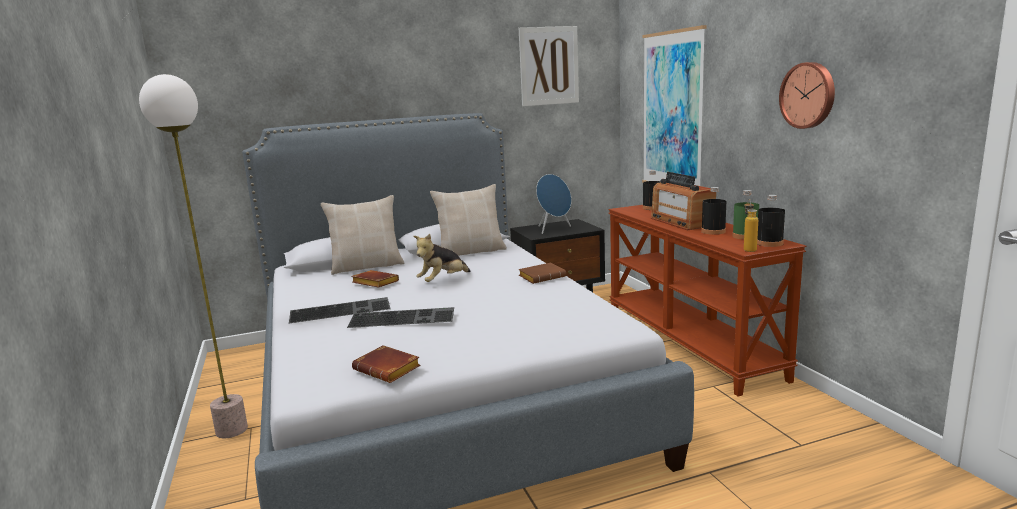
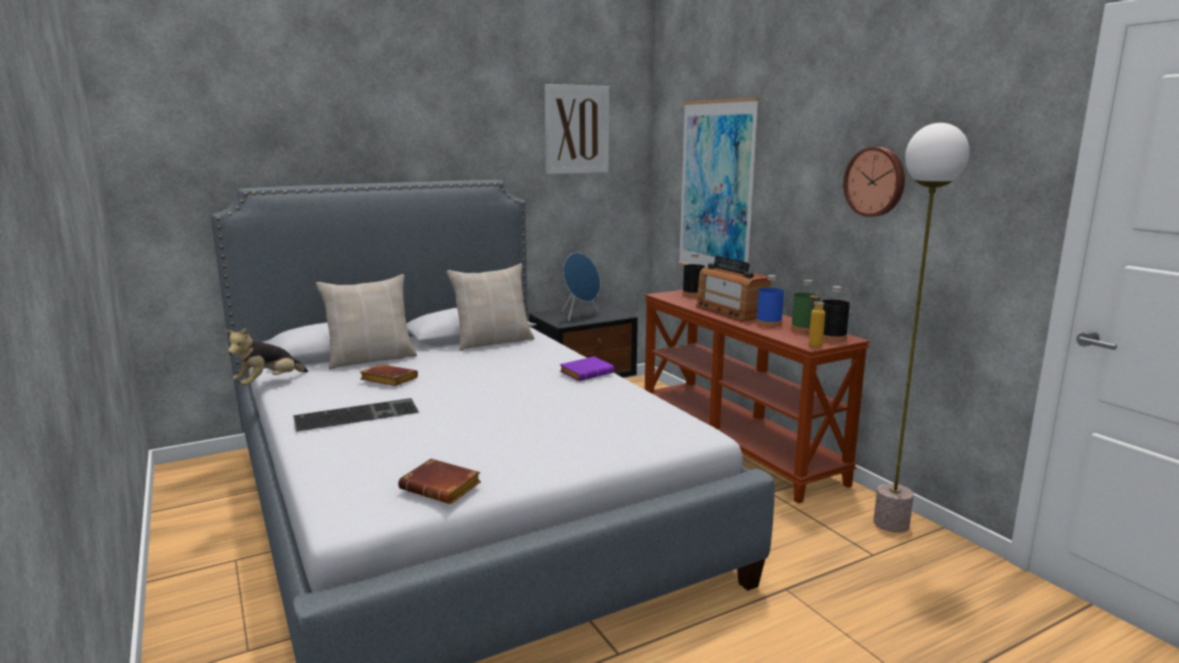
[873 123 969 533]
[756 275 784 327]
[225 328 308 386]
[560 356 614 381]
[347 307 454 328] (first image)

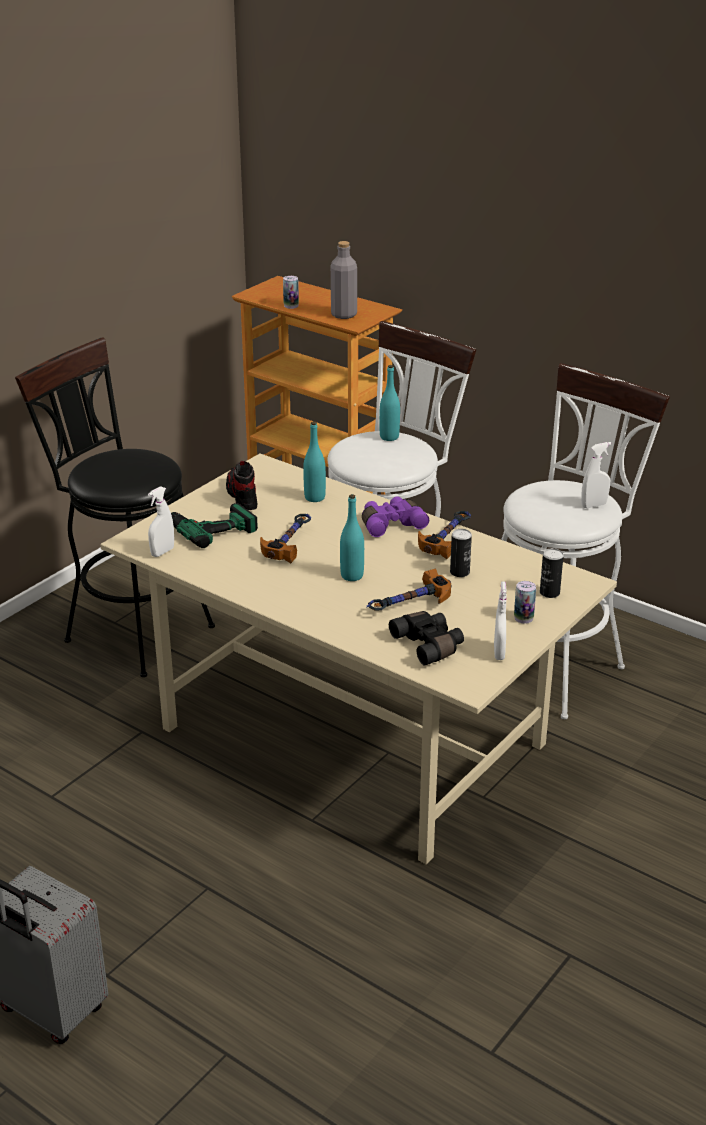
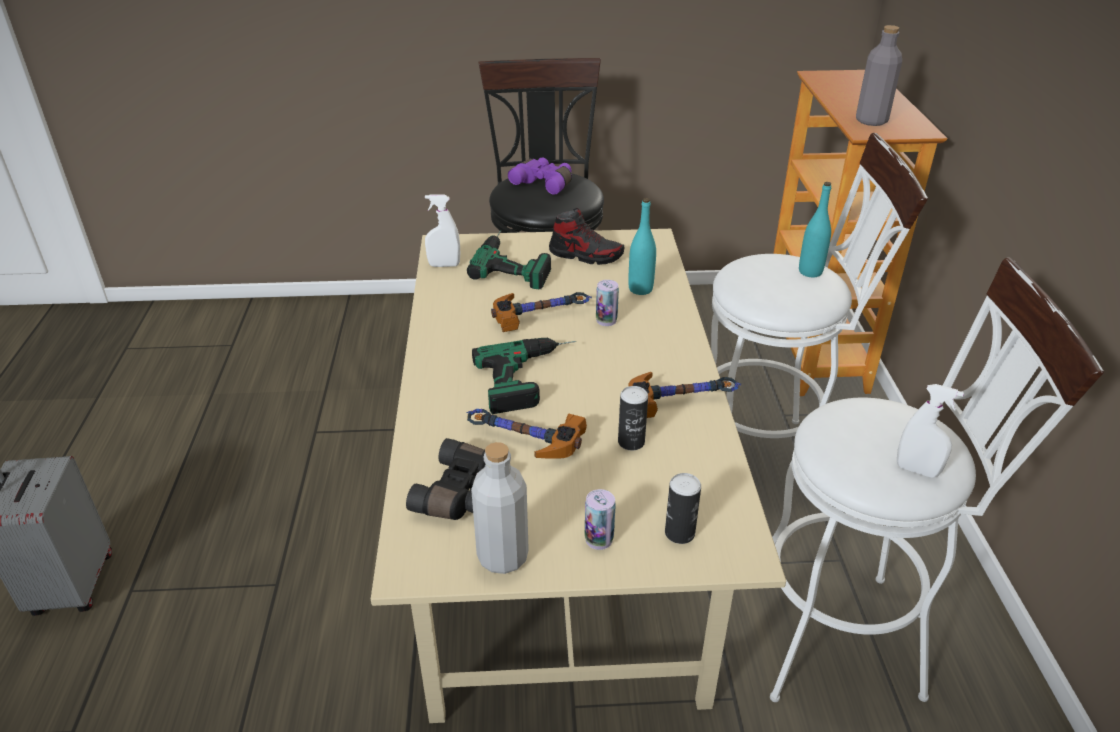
[596 280 619 326]
[549 208 625 265]
[472 338 576 414]
[508 158 572 195]
[471 442 529 574]

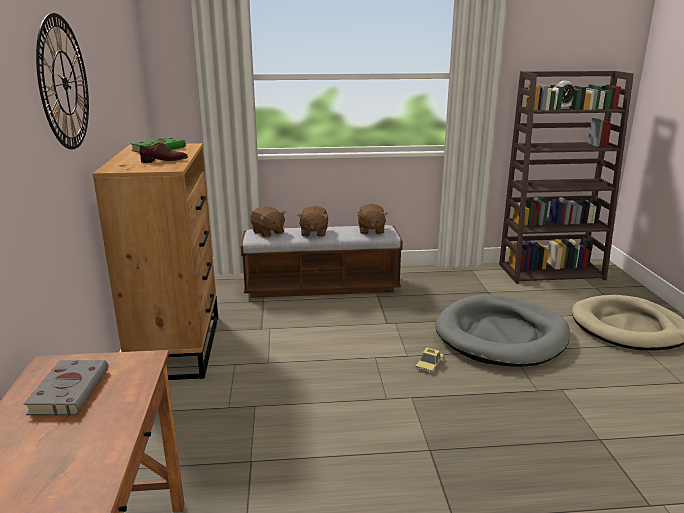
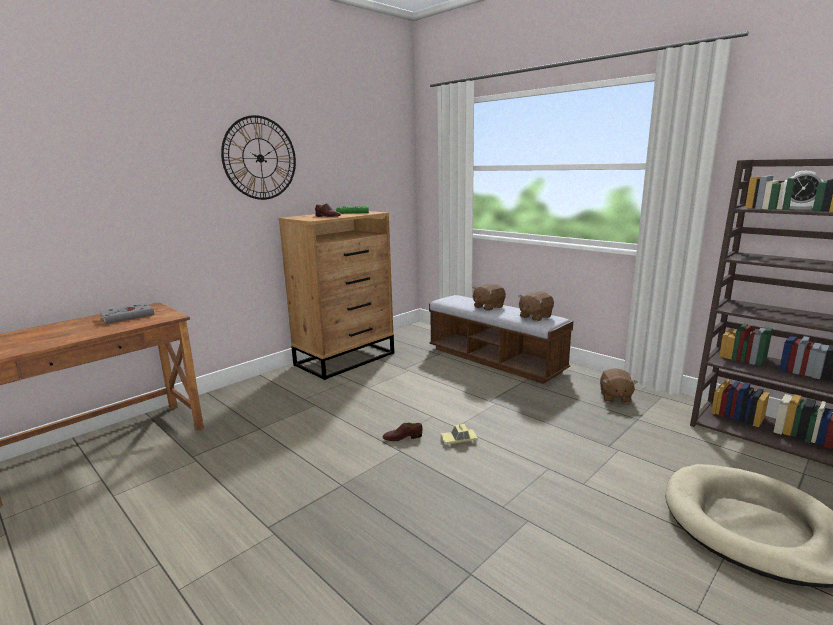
[600 368 637 404]
[435 294 570 367] (first image)
[383 422 423 441]

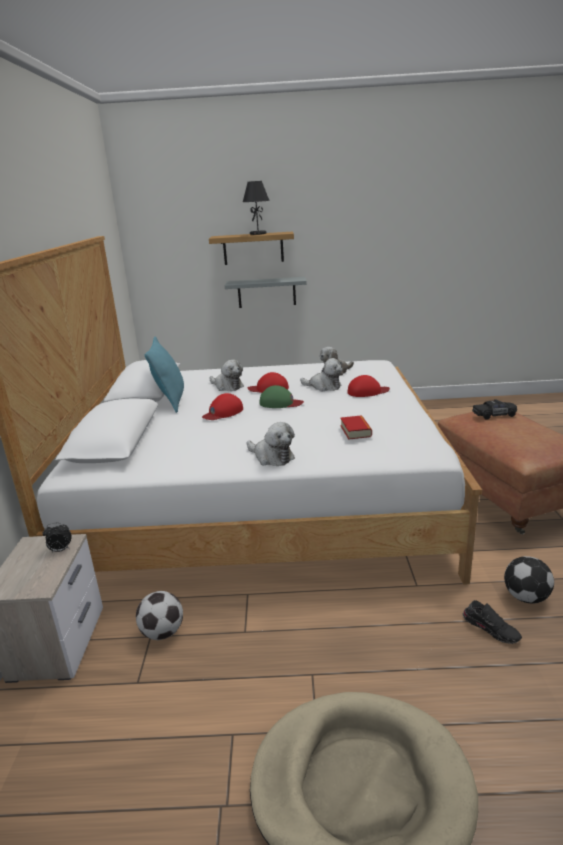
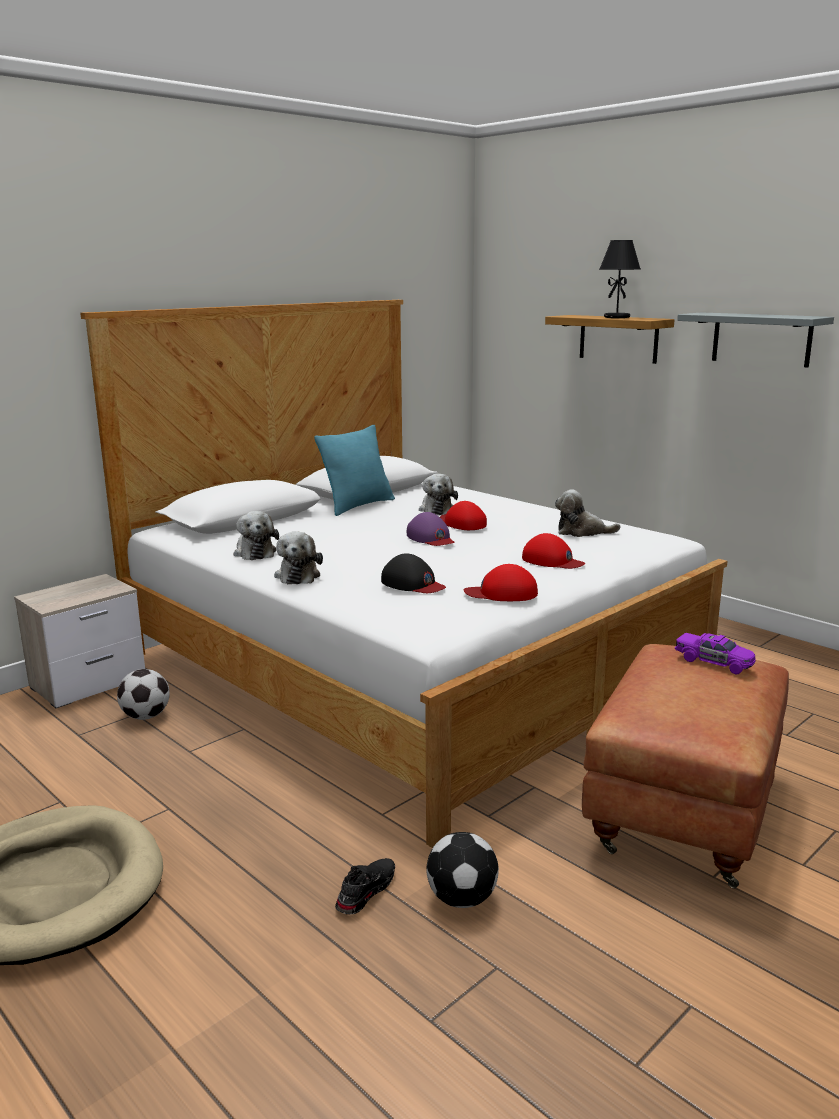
[677 312 834 368]
[234 511 279 560]
[407 512 454 546]
[464 564 538 601]
[675 633 756 674]
[381 553 446 593]
[42 523 72 552] (first image)
[335 858 395 914]

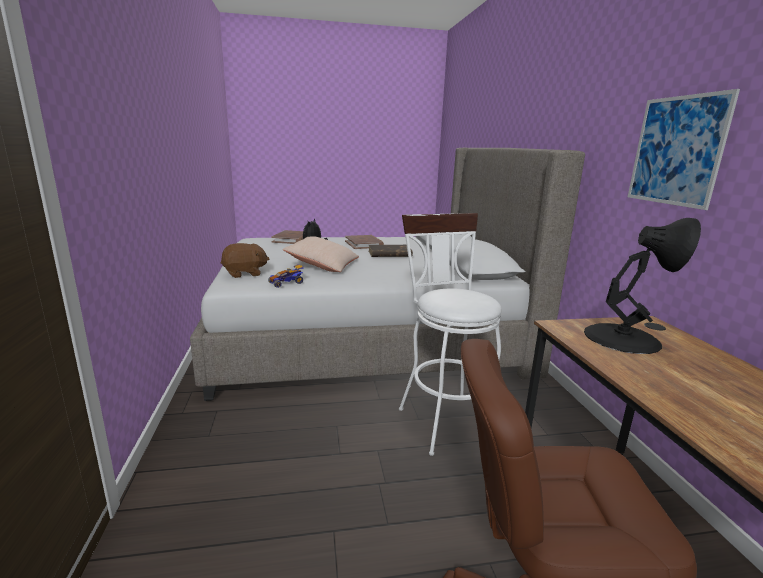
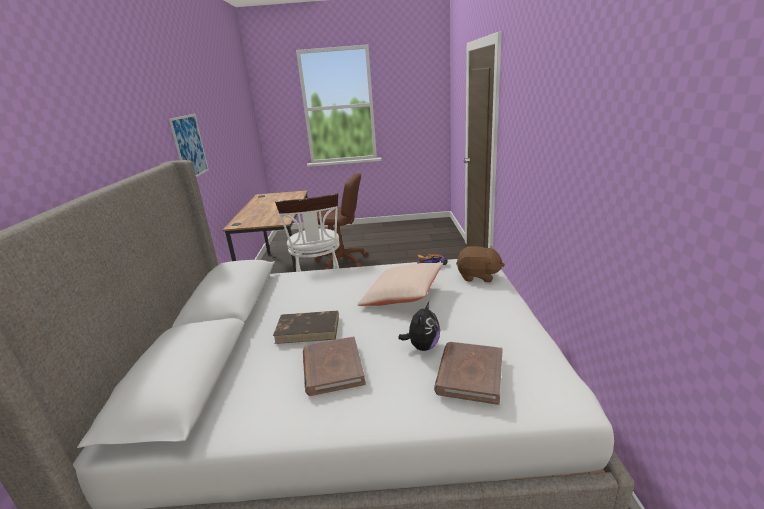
[584 218 701 354] (first image)
[456 246 505 282]

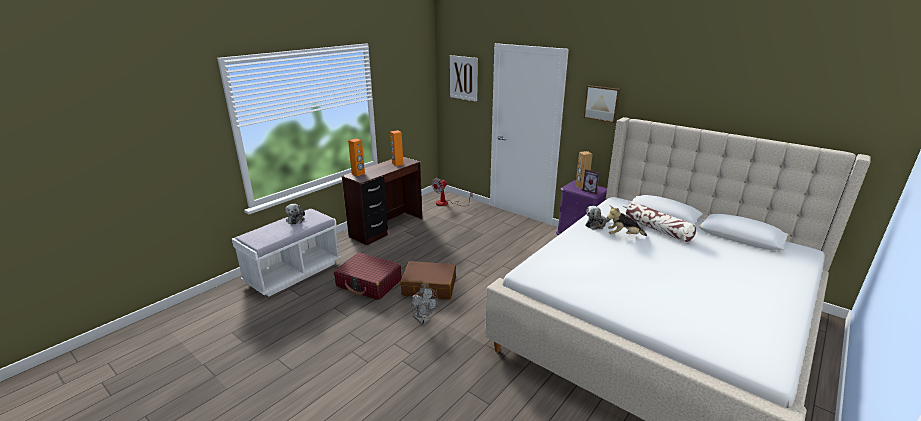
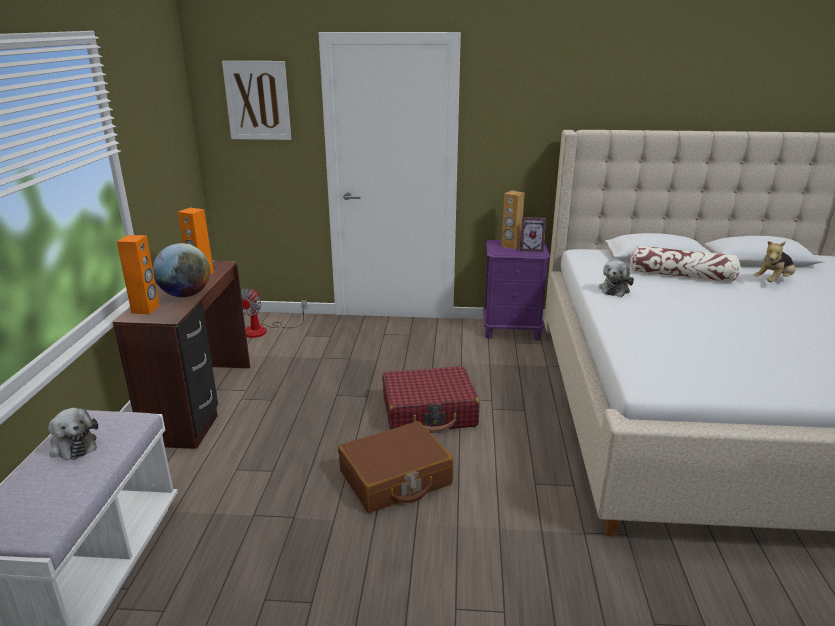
[584 85 620 123] (first image)
[754 241 795 282]
[382 366 480 433]
[411 288 438 325] (first image)
[153 243 210 297]

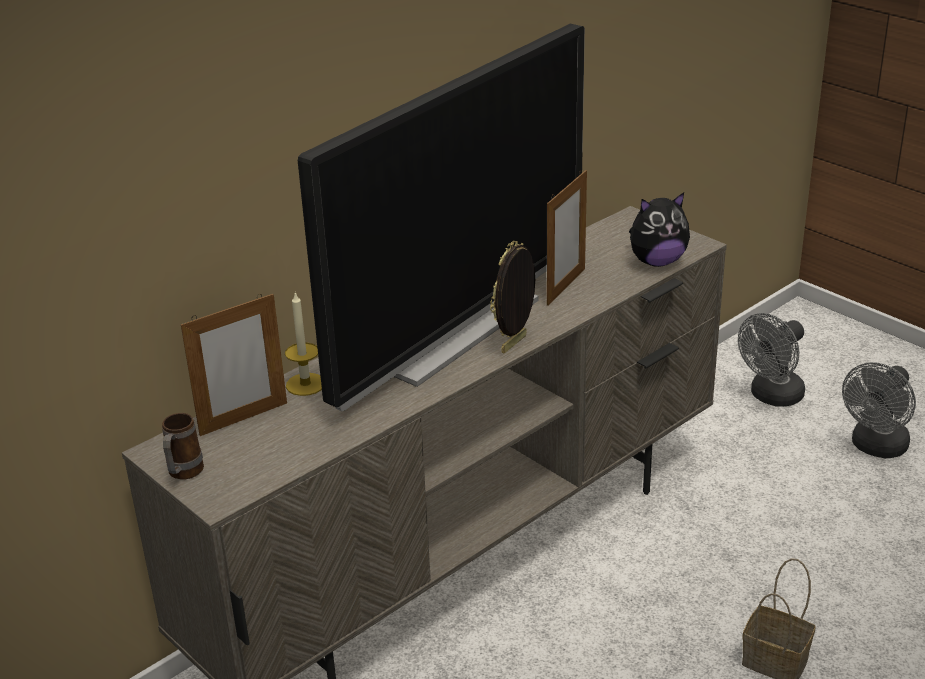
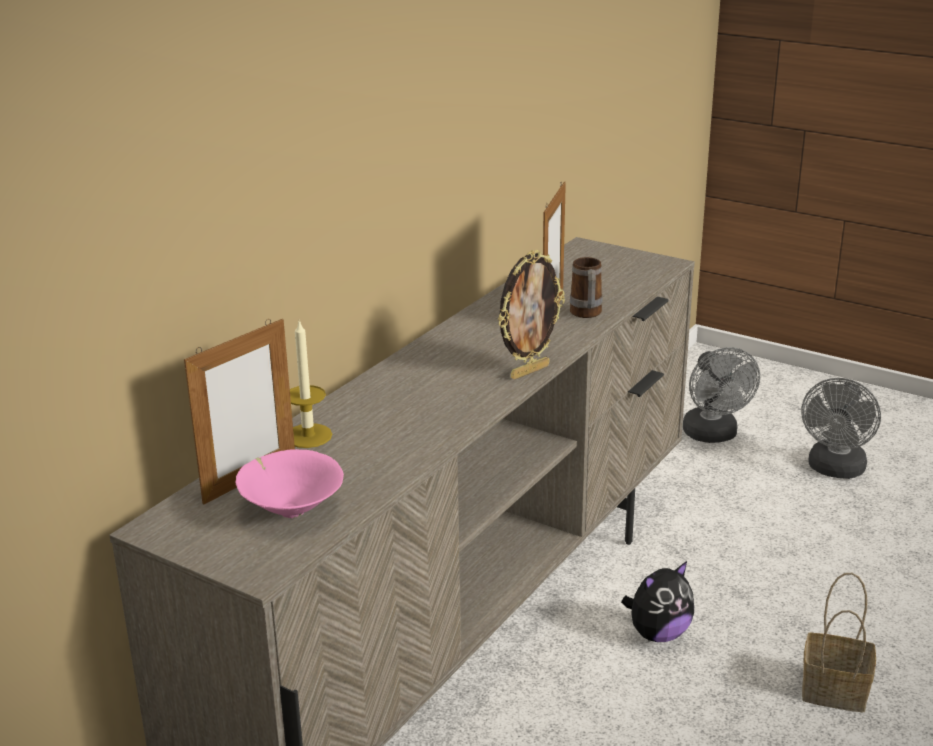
[298 24 585 411] (first image)
[621 561 694 642]
[498 250 565 380]
[683 347 760 443]
[570 257 602 318]
[235 449 344 518]

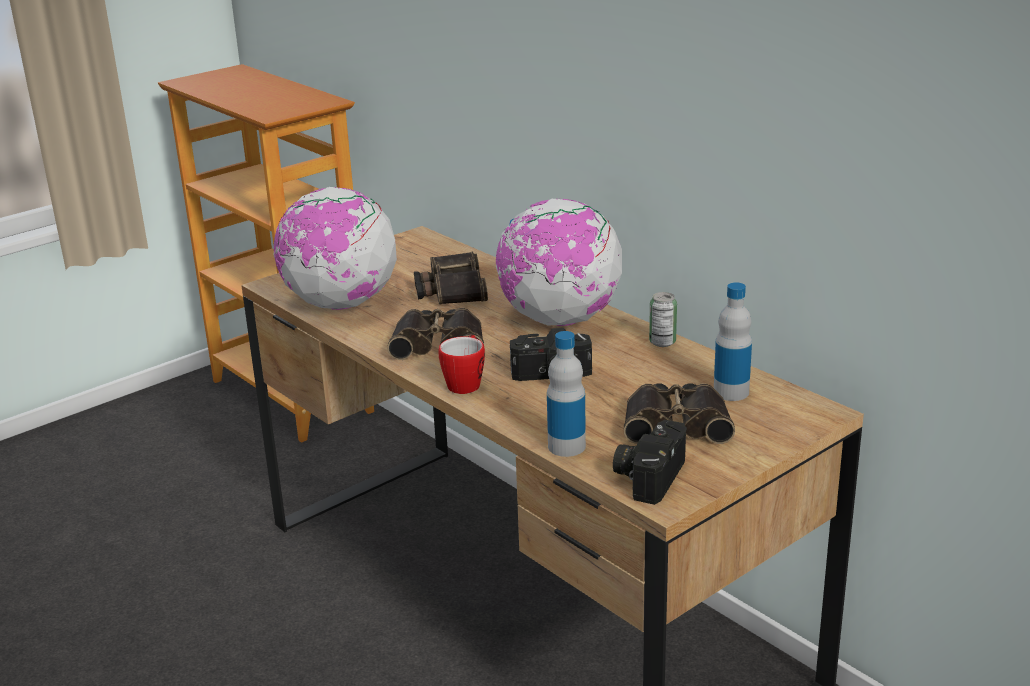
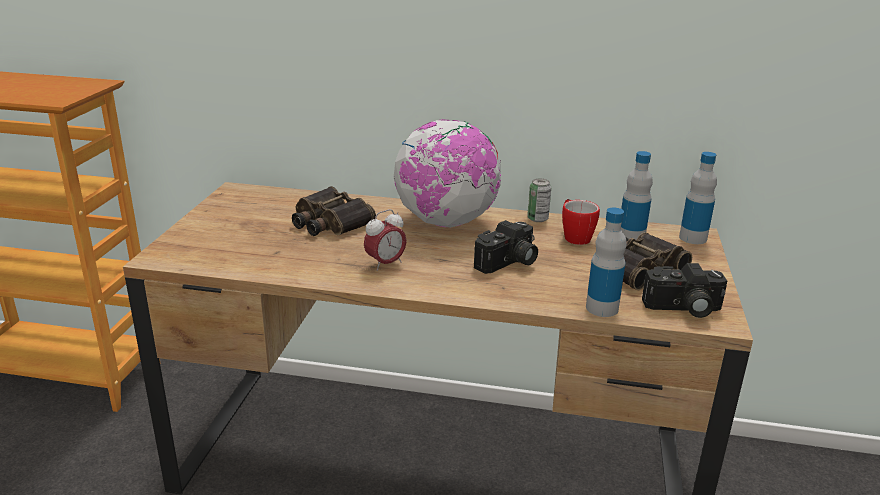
[273 187 397 310] (first image)
[364 209 407 271]
[562 199 600 245]
[642 263 727 318]
[679 152 717 244]

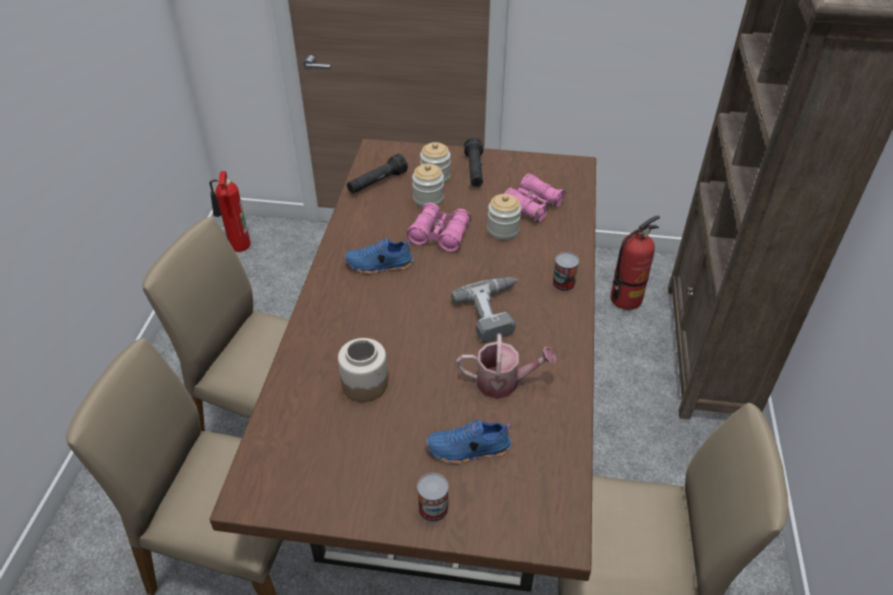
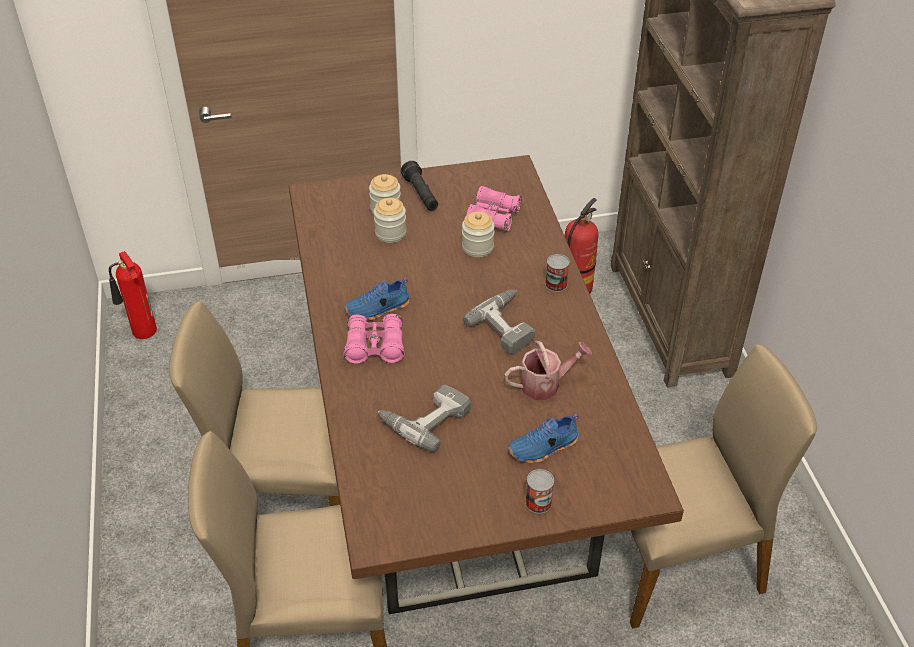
[347 154 408 194] (first image)
[344 314 405 364]
[378 385 471 452]

